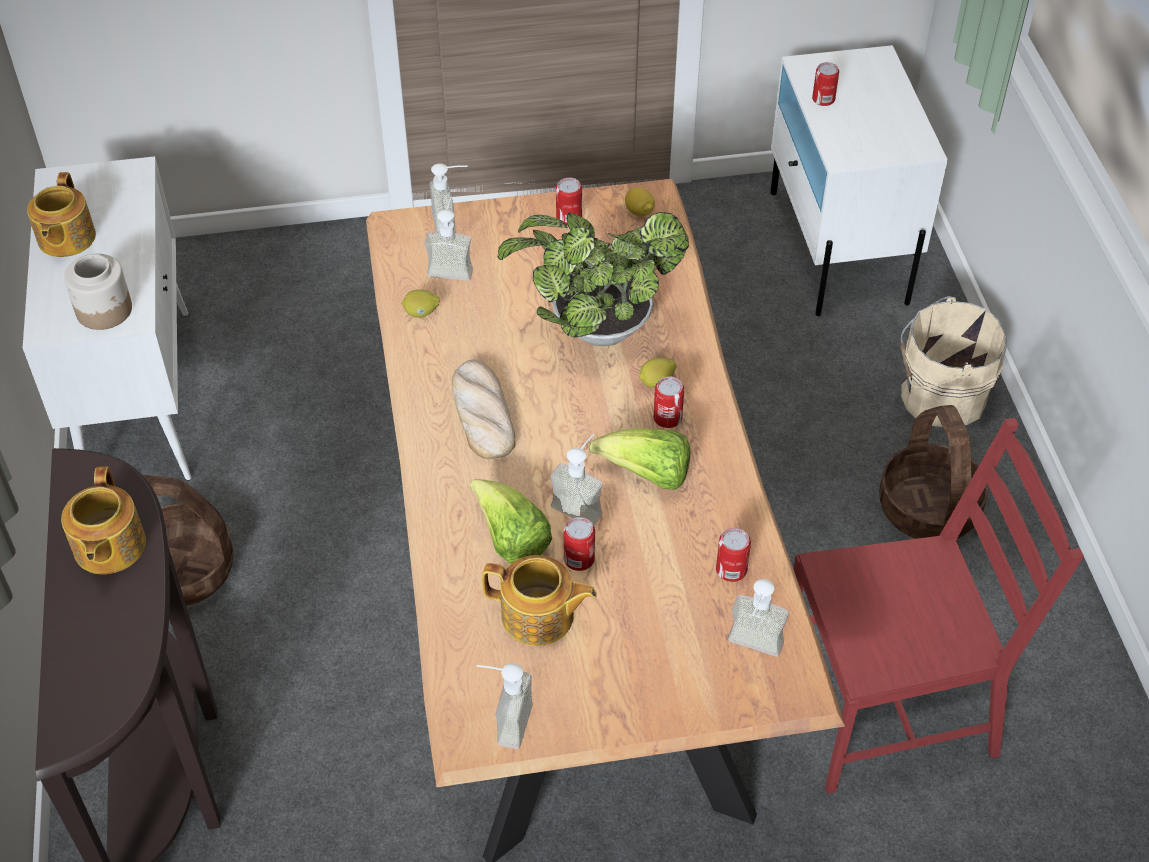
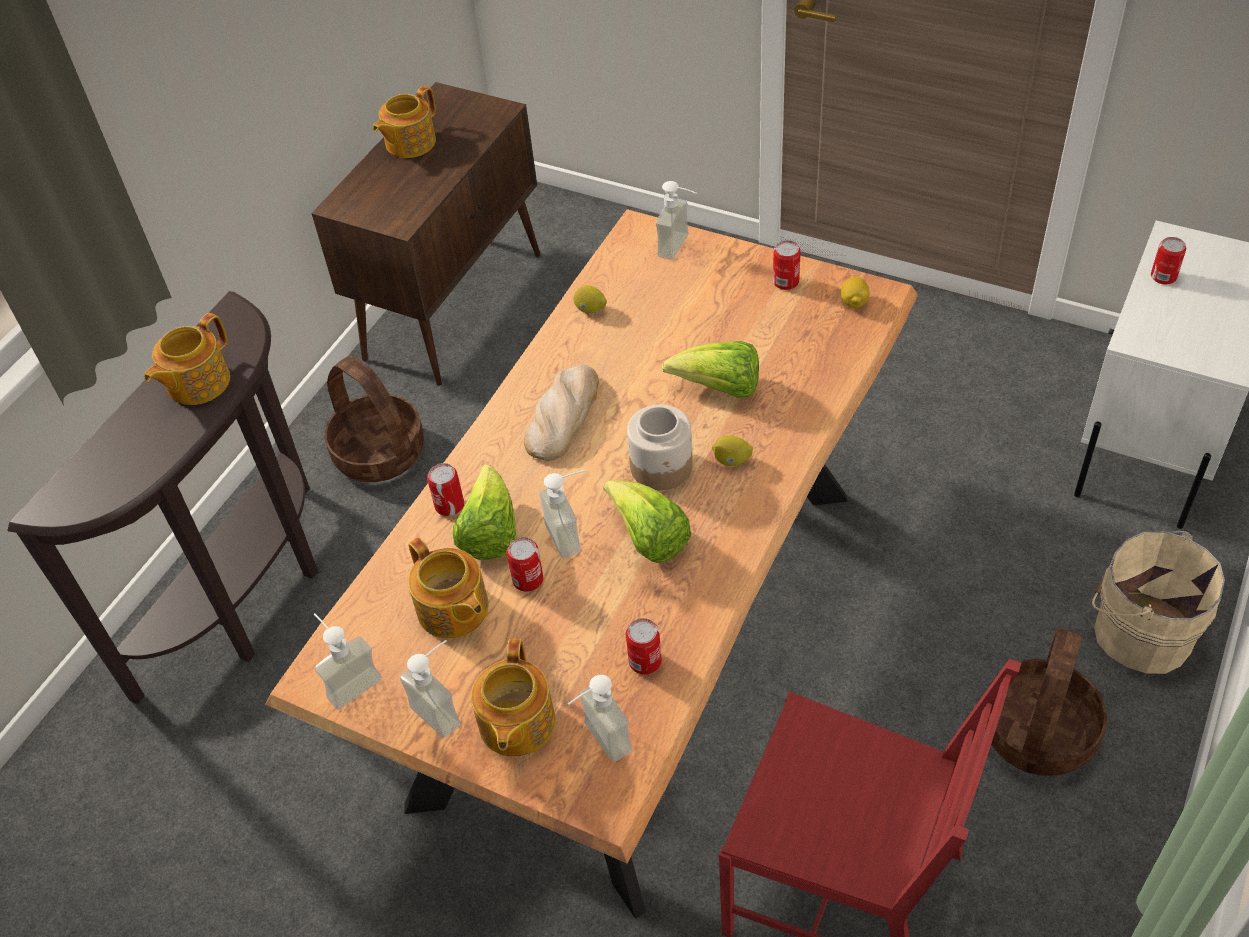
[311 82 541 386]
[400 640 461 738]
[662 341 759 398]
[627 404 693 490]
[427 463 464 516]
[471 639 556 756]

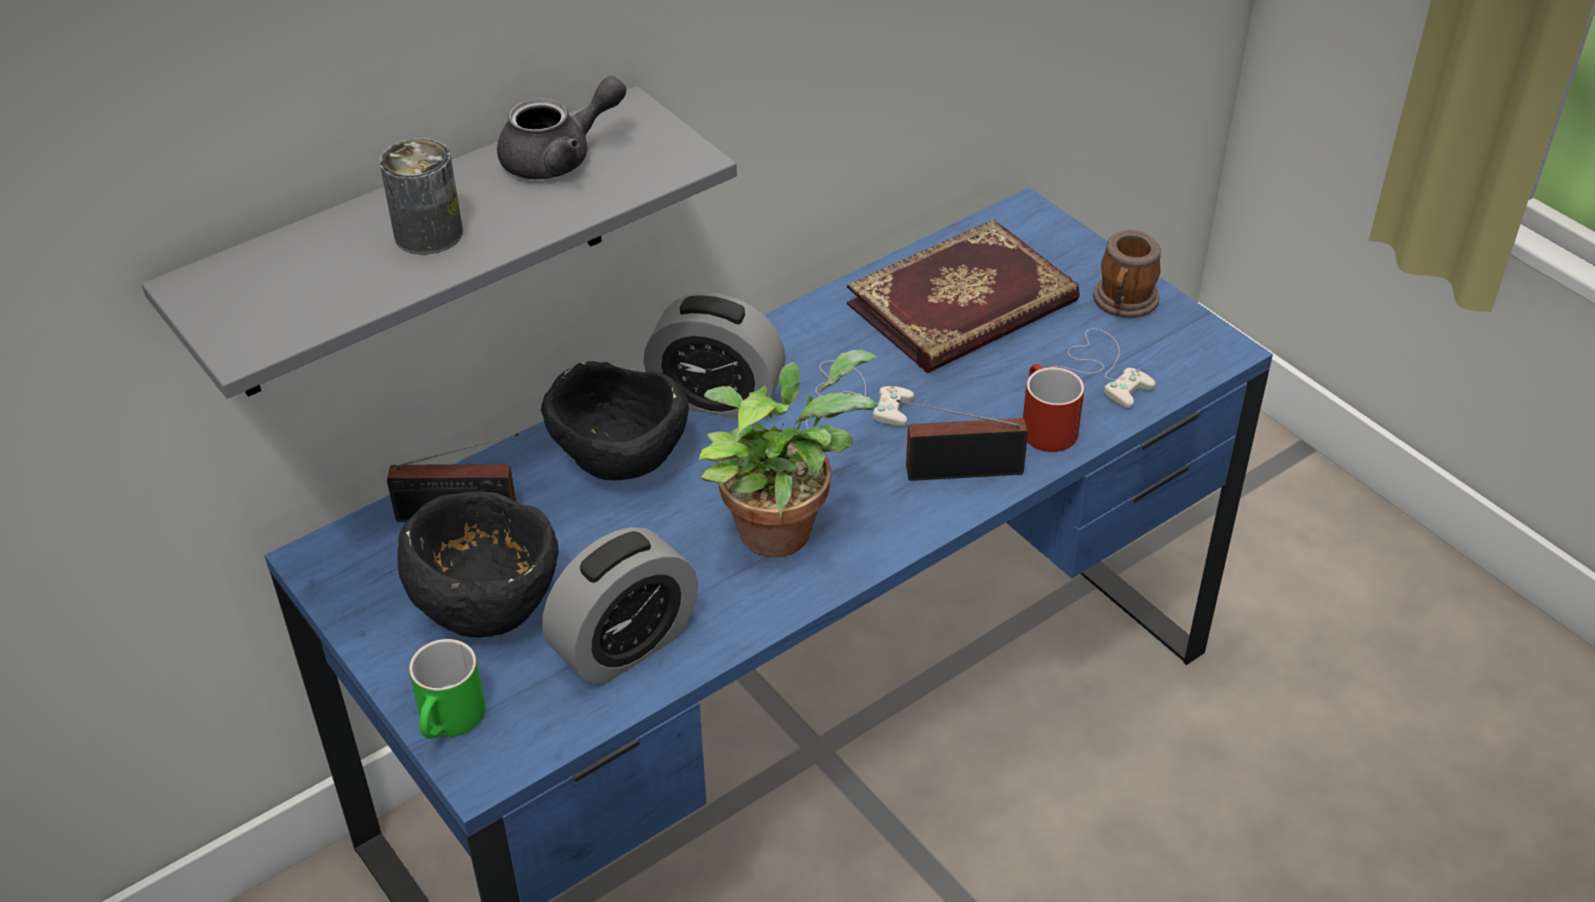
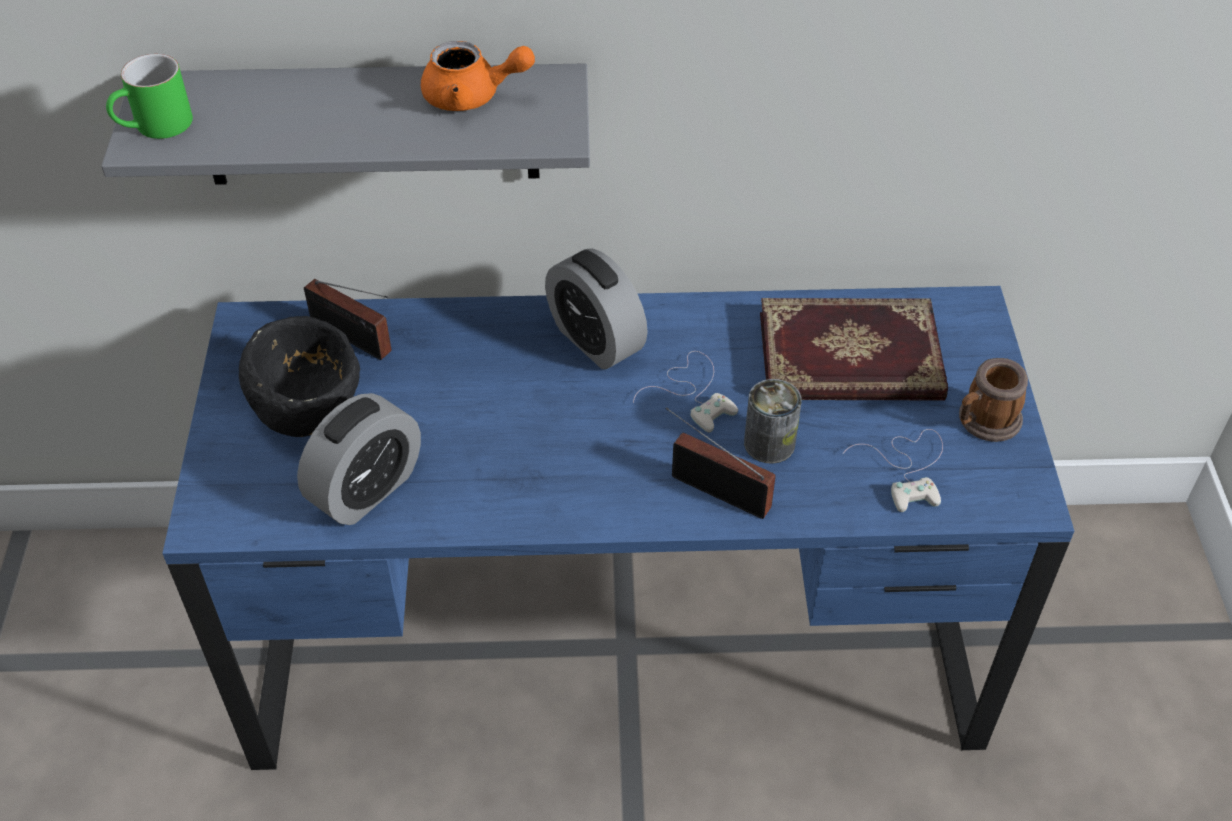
[421 41 535 111]
[744 379 802 464]
[699 350 876 558] (first image)
[541 361 689 480] (first image)
[1023 364 1084 452] (first image)
[297 393 421 525]
[106 54 193 139]

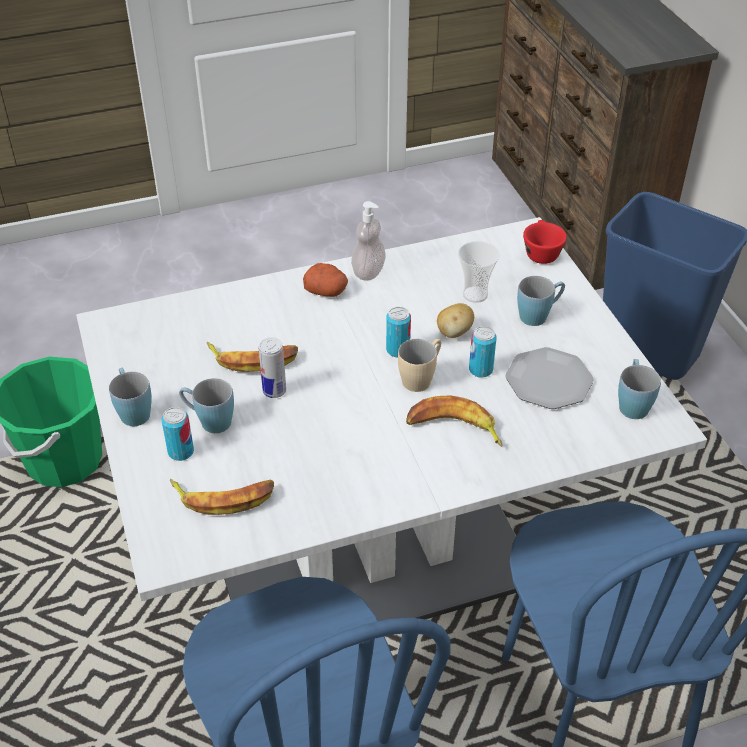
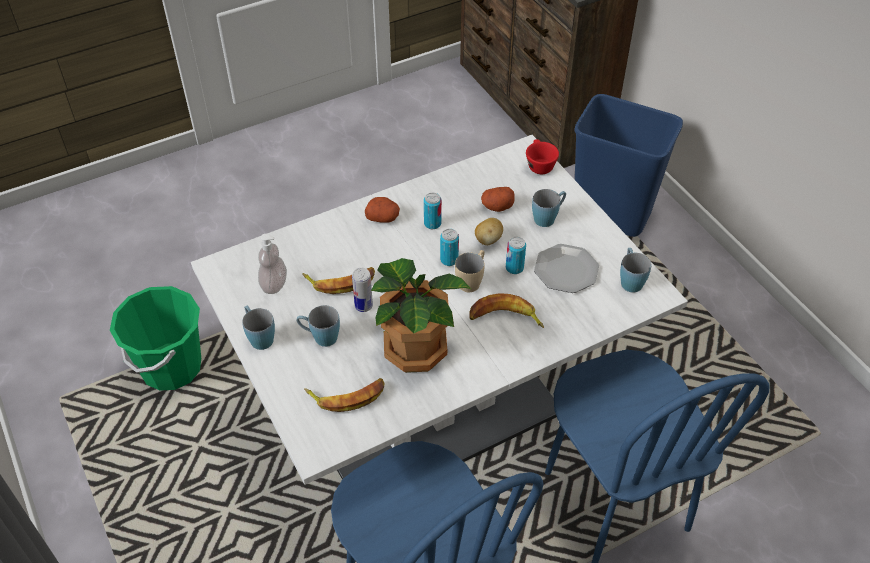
[258 234 287 294]
[481 187 515 212]
[424 193 442 229]
[371 258 471 373]

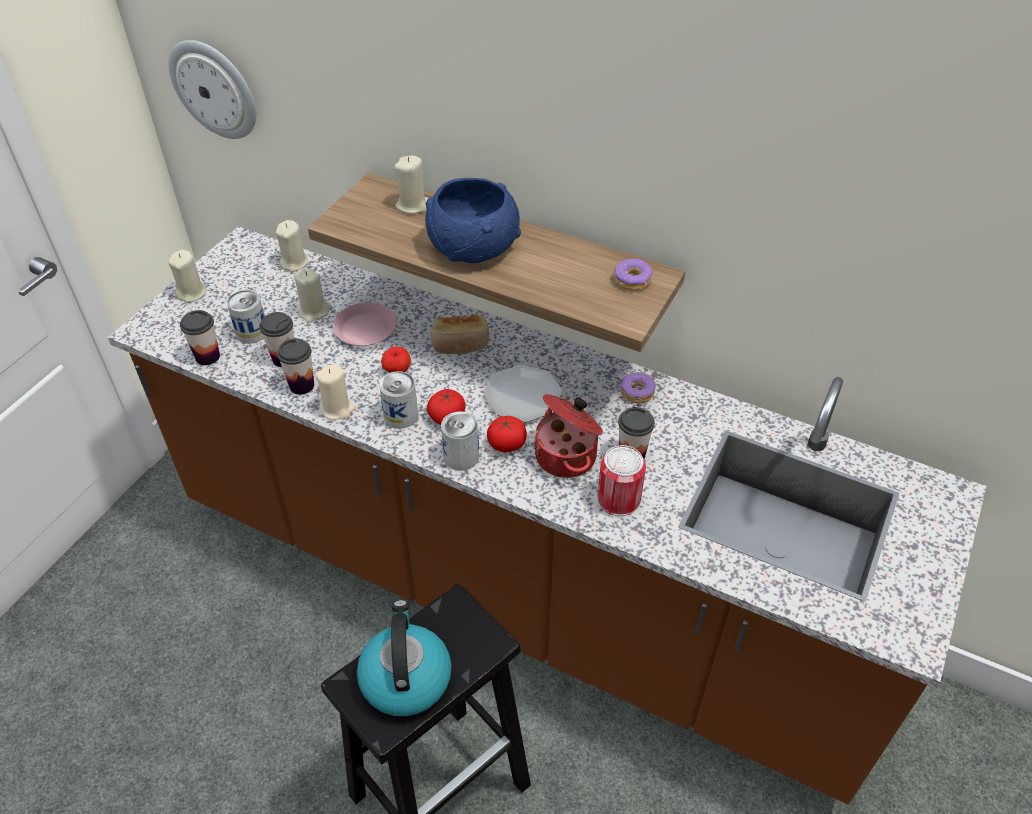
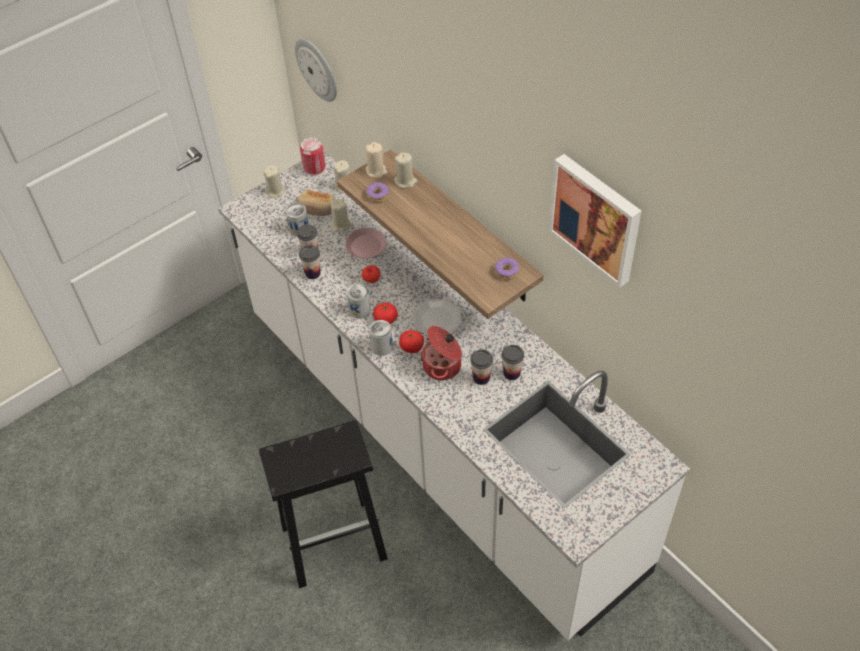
[425 178 521 263] (first image)
[218 152 690 640]
[502 345 524 380]
[297 190 334 216]
[366 142 388 178]
[367 182 389 202]
[300 137 326 176]
[357 600 452 716] (first image)
[549 154 642 287]

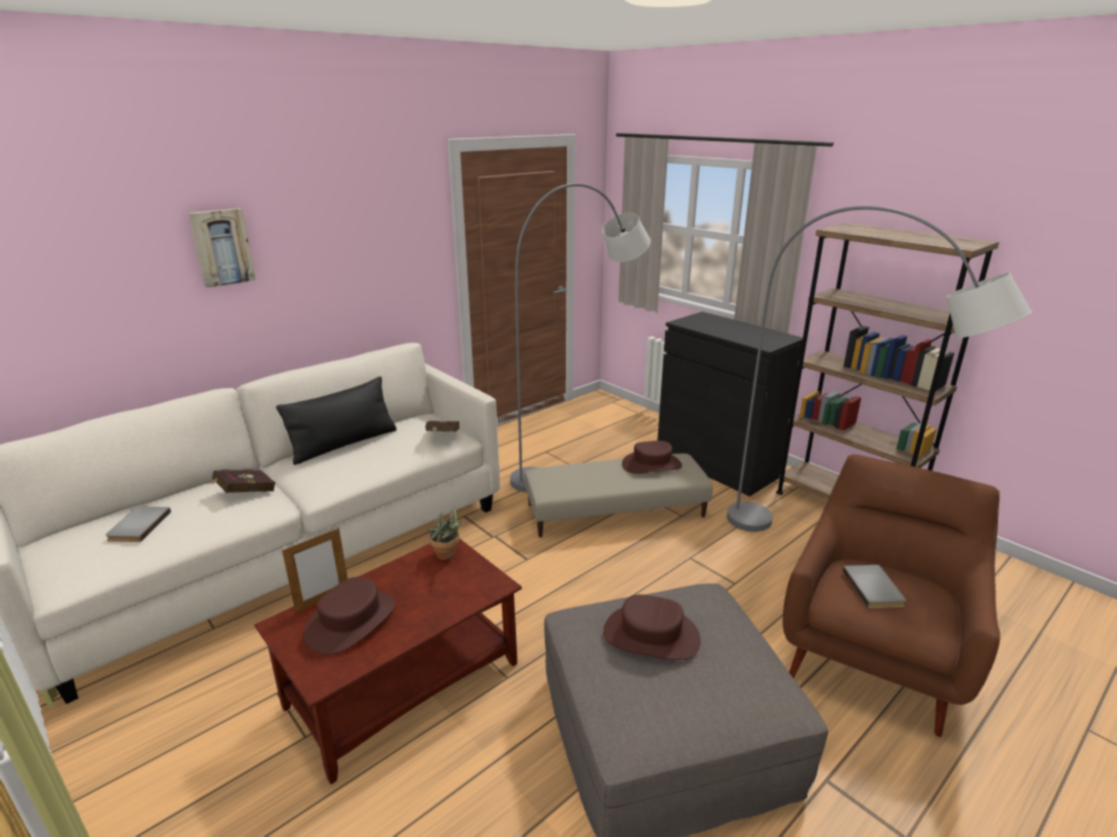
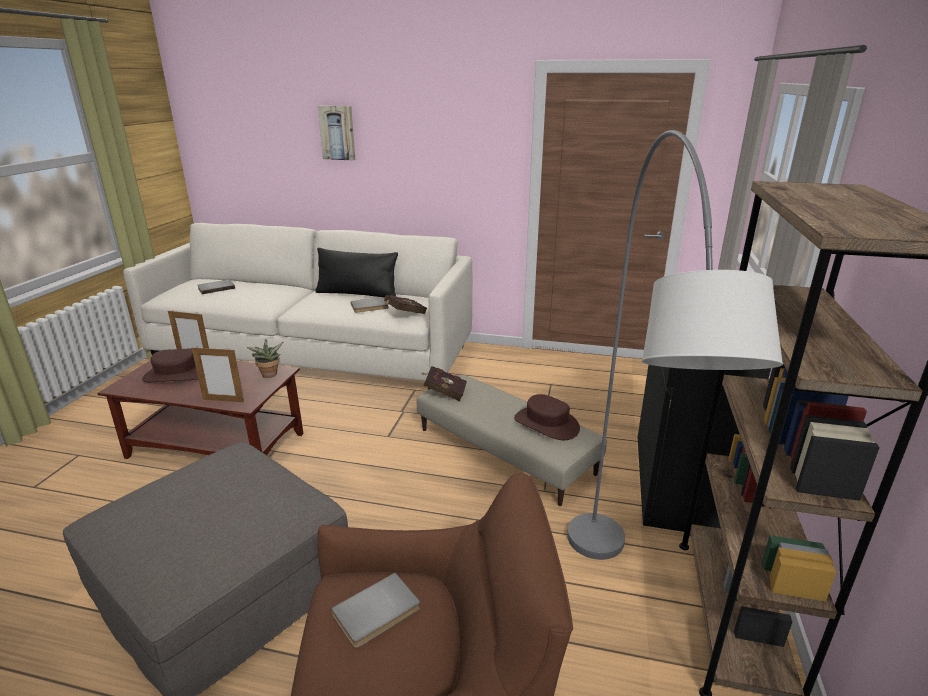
[510 183 651 492] (first image)
[422 366 467 401]
[603 595 701 660] (first image)
[351 297 389 313]
[192 348 244 402]

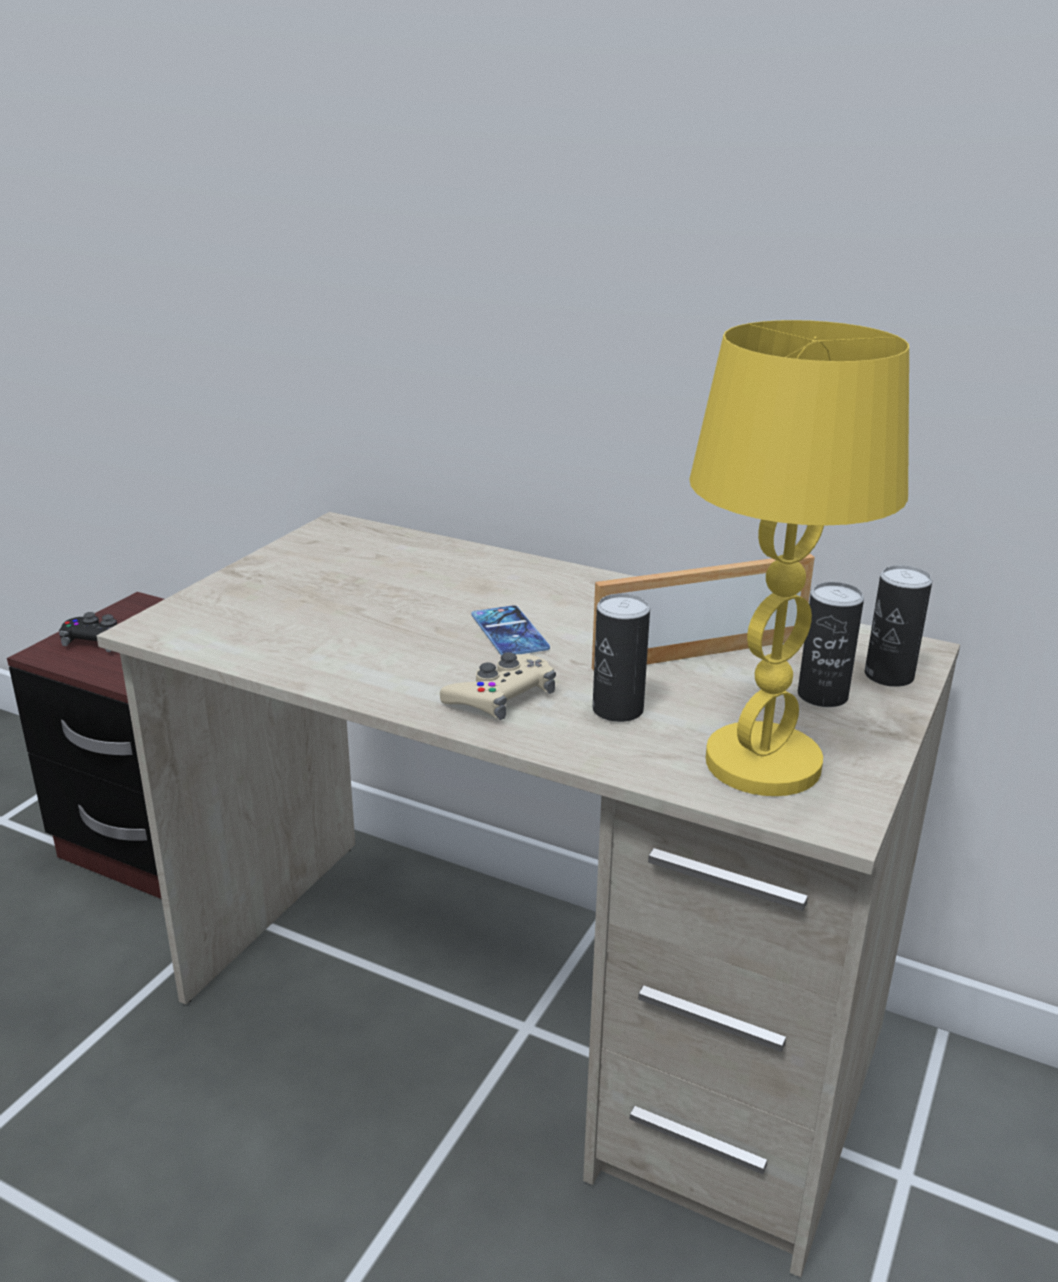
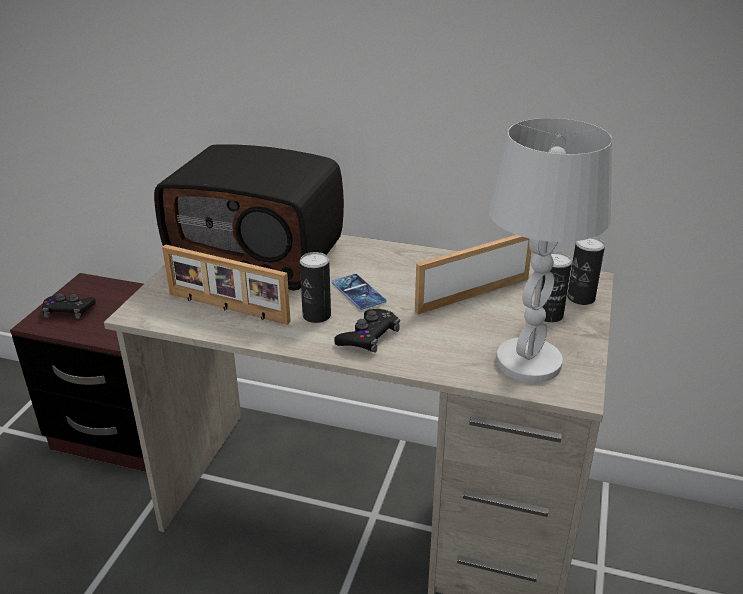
[488 118 612 383]
[300 252 331 323]
[334 309 400 353]
[154 144 344 291]
[162 245 291 325]

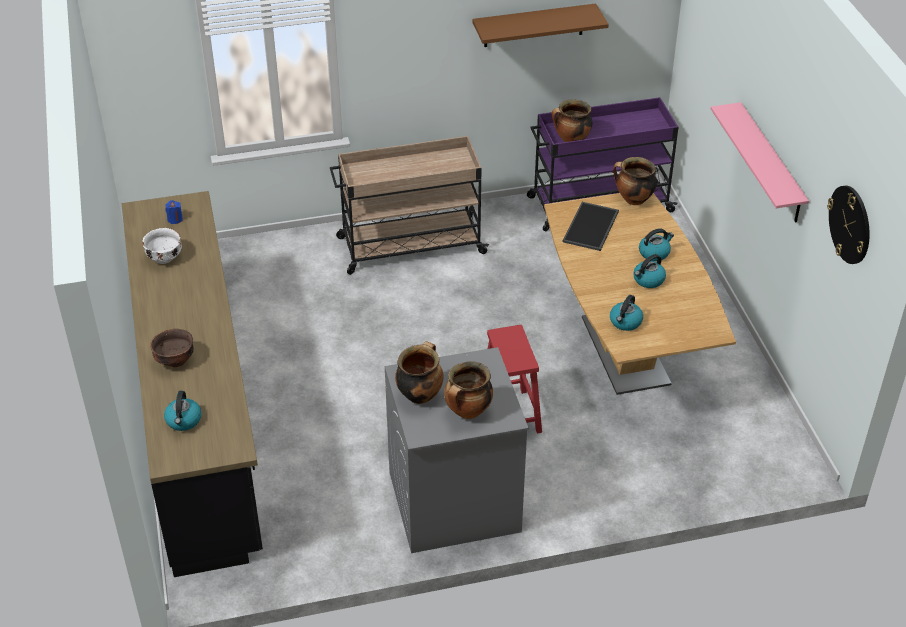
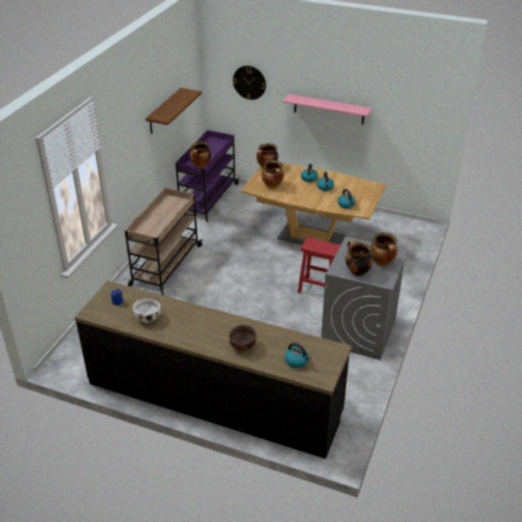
[233 66 266 100]
[261 160 284 188]

